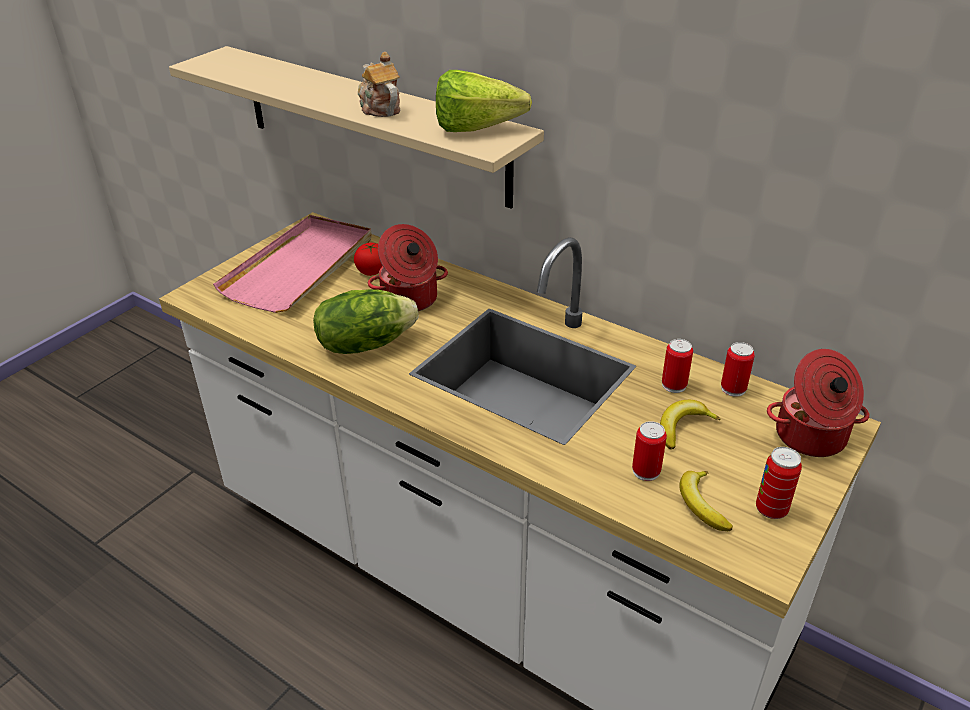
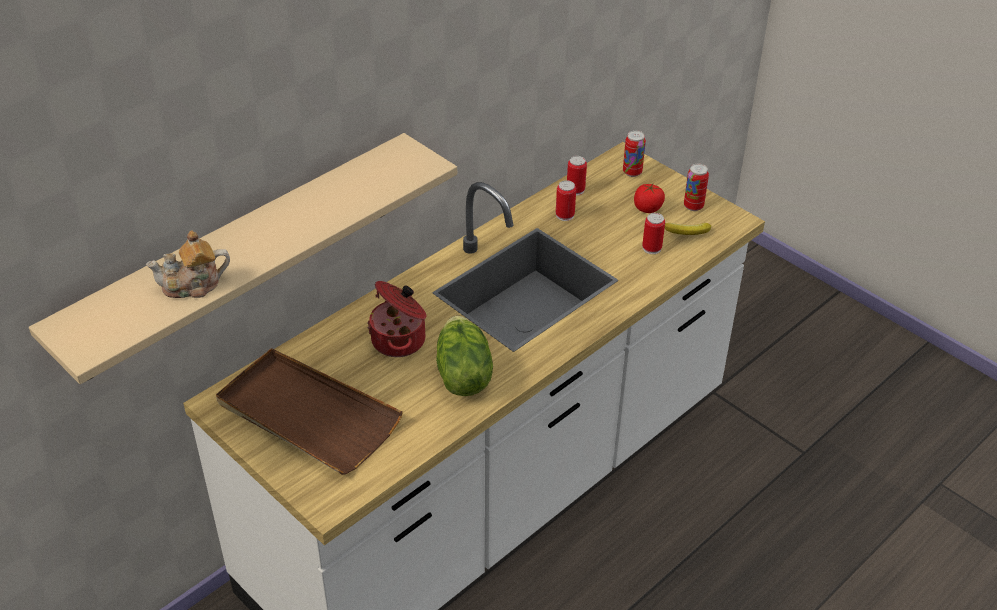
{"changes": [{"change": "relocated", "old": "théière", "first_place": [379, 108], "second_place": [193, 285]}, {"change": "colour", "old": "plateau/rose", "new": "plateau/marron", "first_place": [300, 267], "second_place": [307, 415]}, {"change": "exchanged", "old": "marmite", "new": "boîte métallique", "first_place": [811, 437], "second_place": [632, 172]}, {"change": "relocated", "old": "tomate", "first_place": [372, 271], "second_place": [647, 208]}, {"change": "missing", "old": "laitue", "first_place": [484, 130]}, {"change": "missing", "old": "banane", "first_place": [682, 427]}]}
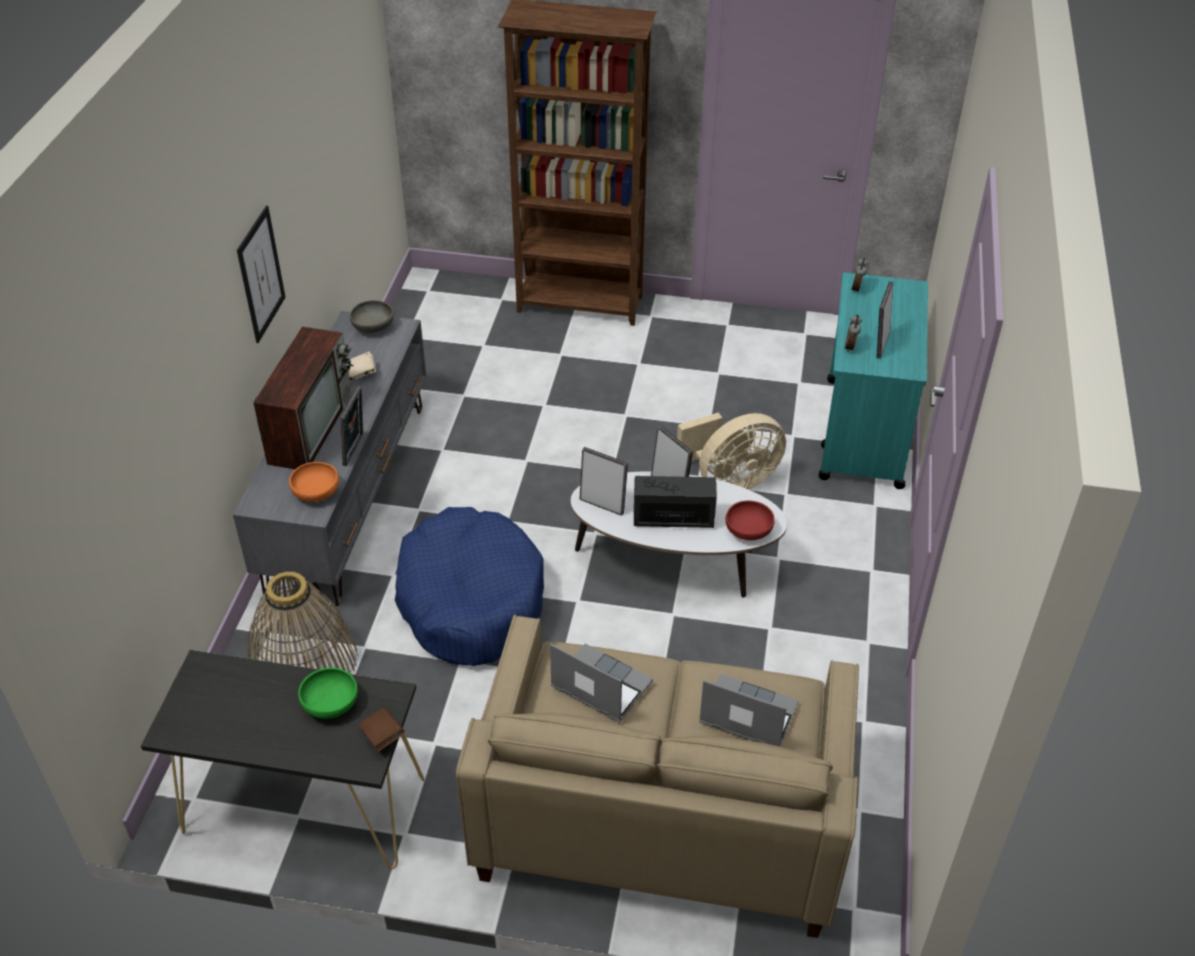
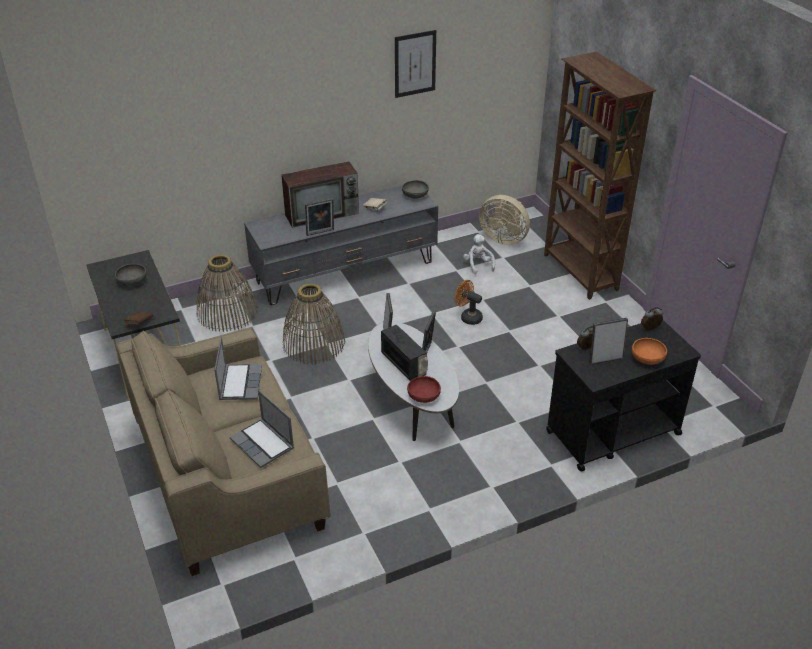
{"changes": [{"change": "appeared", "new": "bol/gris", "second_place": [132, 282]}, {"change": "spun", "old": "ordinateur portable", "first_place": [746, 714], "second_place": [263, 444], "degrees": 150}, {"change": "exchanged", "old": "panier pour chien/bleu", "new": "panier", "first_place": [470, 600], "second_place": [313, 343]}, {"change": "relocated", "old": "tableau", "first_place": [261, 274], "second_place": [415, 64]}, {"change": "appeared", "new": "ventilateur/orange", "second_place": [468, 317]}, {"change": "appeared", "new": "peluche/blanc", "second_place": [478, 265]}, {"change": "relocated", "old": "ventilateur/beige", "first_place": [730, 481], "second_place": [503, 238]}, {"change": "colour", "old": "chariot/turquoise", "new": "chariot/noir", "first_place": [863, 433], "second_place": [612, 433]}, {"change": "relocated", "old": "bol/orange", "first_place": [316, 492], "second_place": [647, 359]}, {"change": "missing", "old": "bol/vert", "first_place": [330, 704]}]}
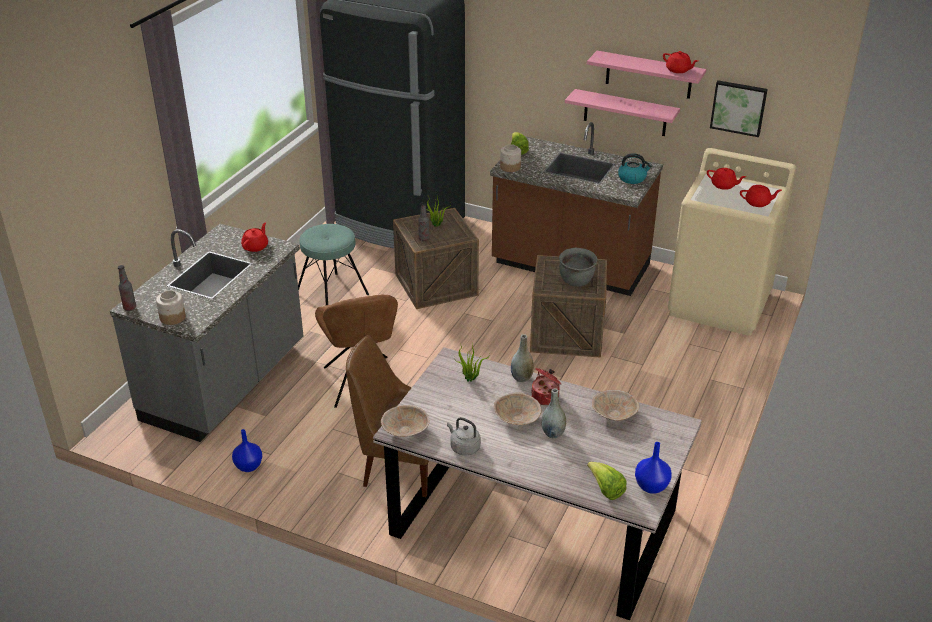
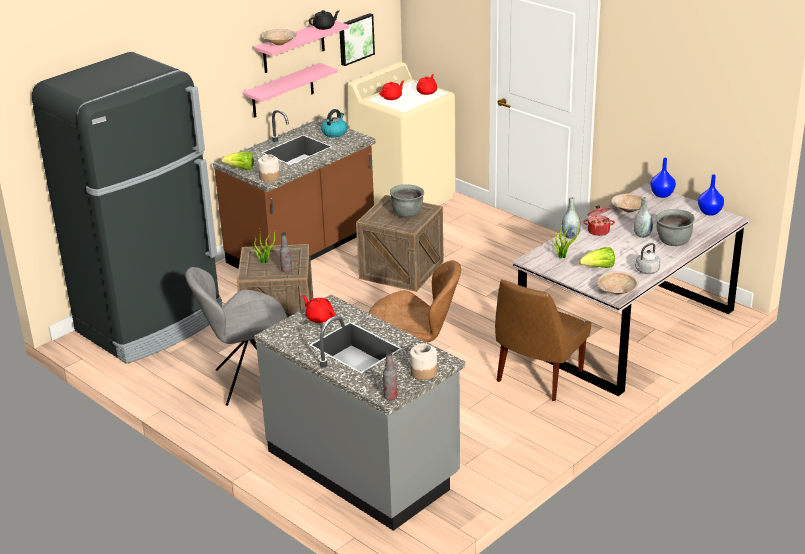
{"changes": [{"change": "exchanged", "old": "tabouret/turquoise", "new": "chaise/gris", "first_place": [332, 294], "second_place": [249, 382]}, {"change": "relocated", "old": "bol/beige", "first_place": [517, 418], "second_place": [280, 43]}, {"change": "colour", "old": "théière/rouge", "new": "théière/noir", "first_place": [678, 70], "second_place": [324, 27]}, {"change": "relocated", "old": "laitue", "first_place": [606, 490], "second_place": [598, 268]}, {"change": "relocated", "old": "vase/bleu", "first_place": [248, 467], "second_place": [662, 195]}, {"change": "appeared", "new": "marmite/gris", "second_place": [673, 242]}]}
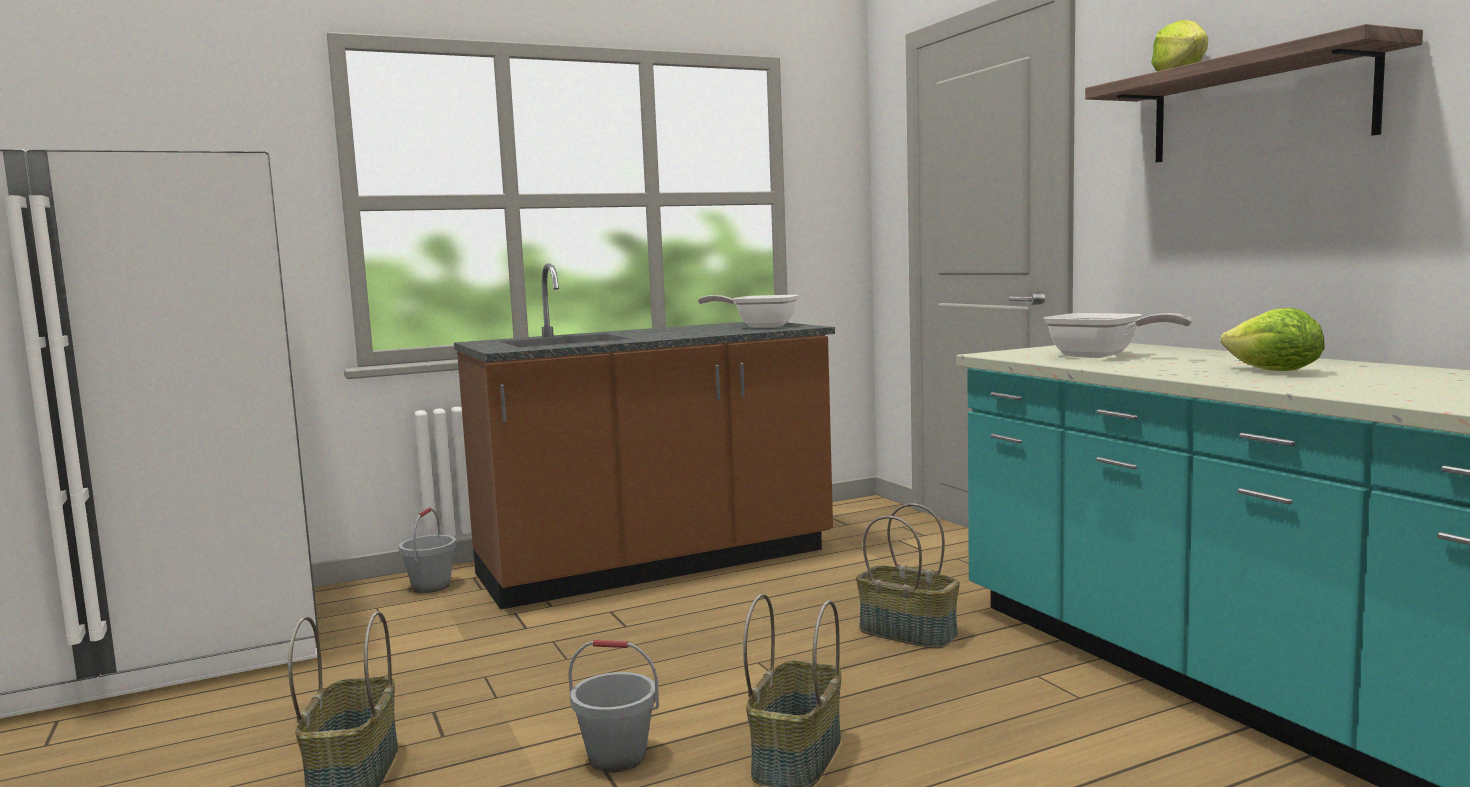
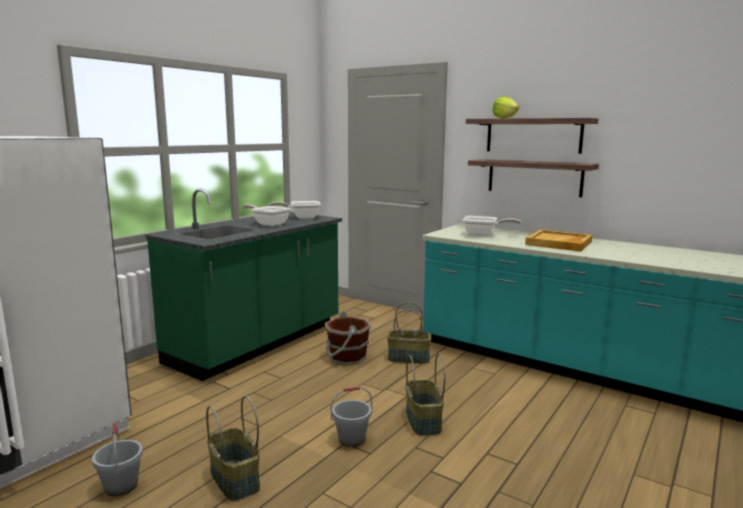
{"changes": [{"change": "relocated", "old": "seau/gris", "first_place": [431, 586], "second_place": [121, 486]}, {"change": "colour", "old": "comptoir de cuisine/marron", "new": "comptoir de cuisine/vert", "first_place": [656, 565], "second_place": [258, 343]}, {"change": "appeared", "new": "poêle", "second_place": [269, 224]}, {"change": "appeared", "new": "seau/marron", "second_place": [347, 357]}, {"change": "appeared", "new": "étagère", "second_place": [534, 177]}, {"change": "exchanged", "old": "laitue", "new": "plateau/beige", "first_place": [1273, 371], "second_place": [559, 243]}]}
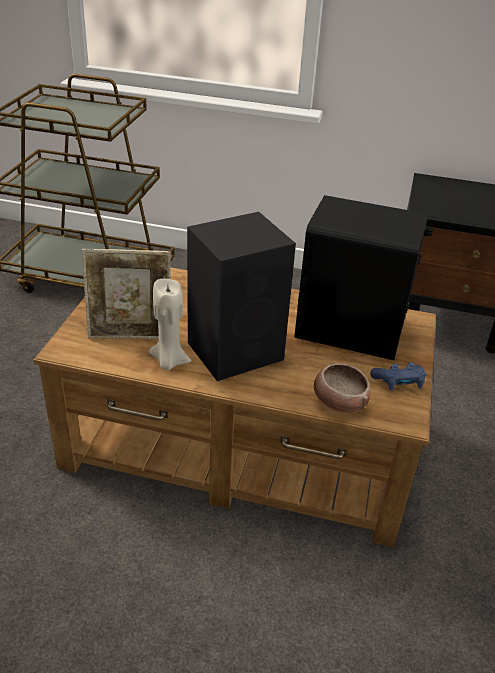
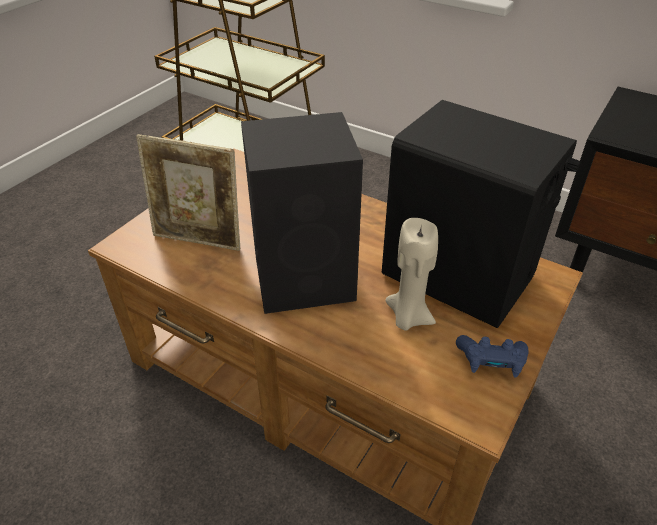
{"changes": [{"change": "relocated", "old": "bougie/beige", "first_place": [169, 361], "second_place": [408, 317]}, {"change": "missing", "old": "bol", "first_place": [339, 402]}]}
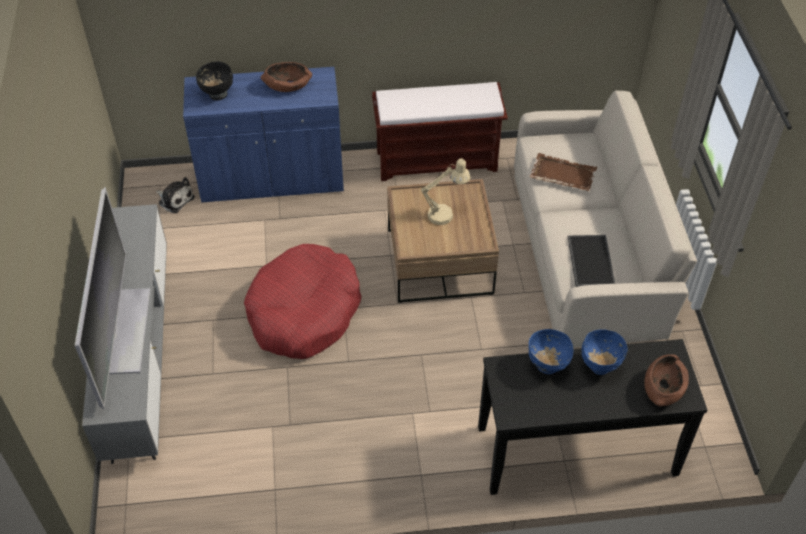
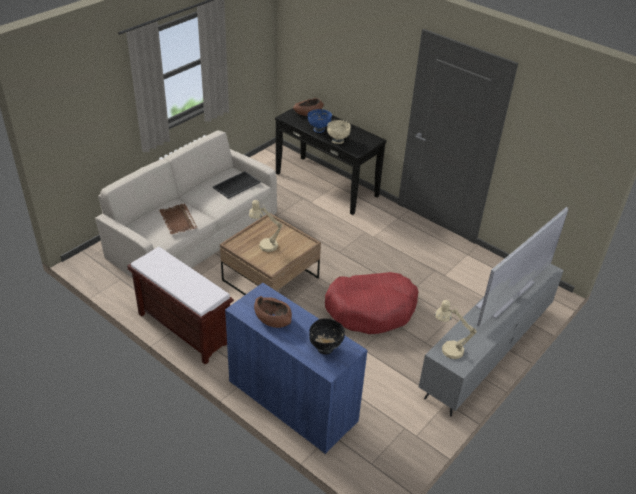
{"changes": [{"change": "colour", "old": "bol/bleu", "new": "bol/beige", "first_place": [547, 366], "second_place": [338, 141]}, {"change": "appeared", "new": "lampe de table/beige", "second_place": [448, 348]}, {"change": "missing", "old": "peluche", "first_place": [175, 199]}]}
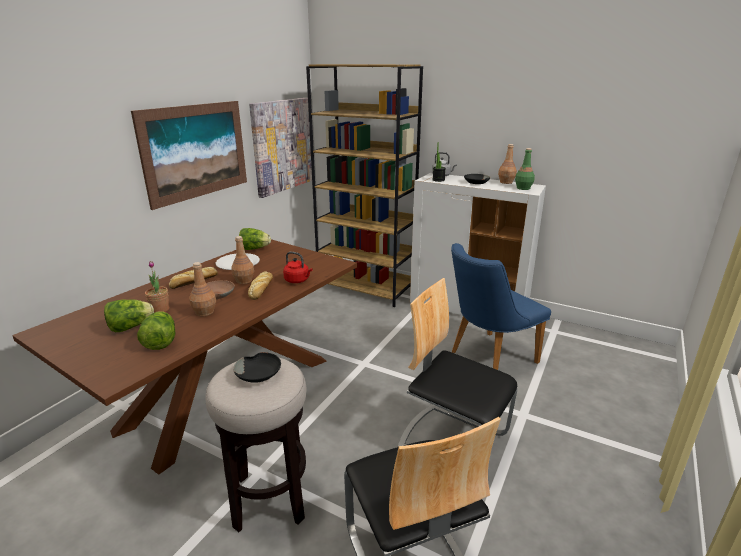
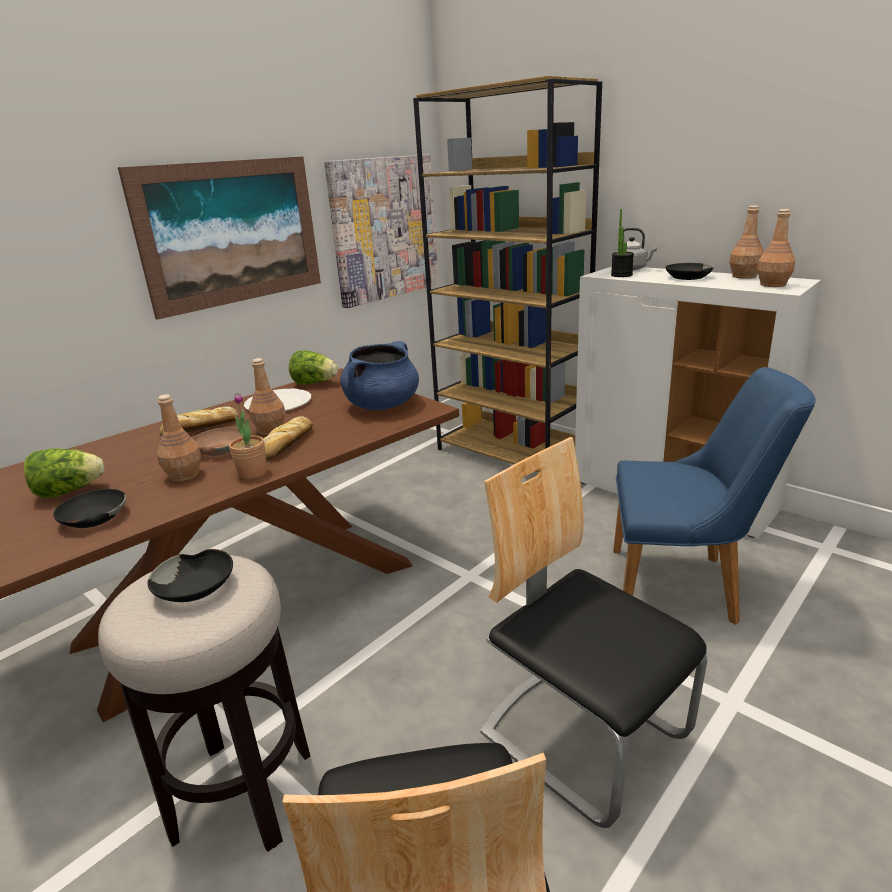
{"changes": [{"change": "exchanged", "old": "laitue", "new": "bol/noir", "first_place": [160, 342], "second_place": [93, 518]}, {"change": "relocated", "old": "plante en pot", "first_place": [160, 309], "second_place": [252, 473]}, {"change": "appeared", "new": "marmite/bleu", "second_place": [382, 405]}, {"change": "spun", "old": "chaise/bleu", "first_place": [487, 358], "second_place": [686, 586], "degrees": -150}, {"change": "colour", "old": "bouteille/vert", "new": "bouteille/marron", "first_place": [523, 188], "second_place": [772, 284]}, {"change": "missing", "old": "bouilloire/rouge", "first_place": [298, 280]}]}
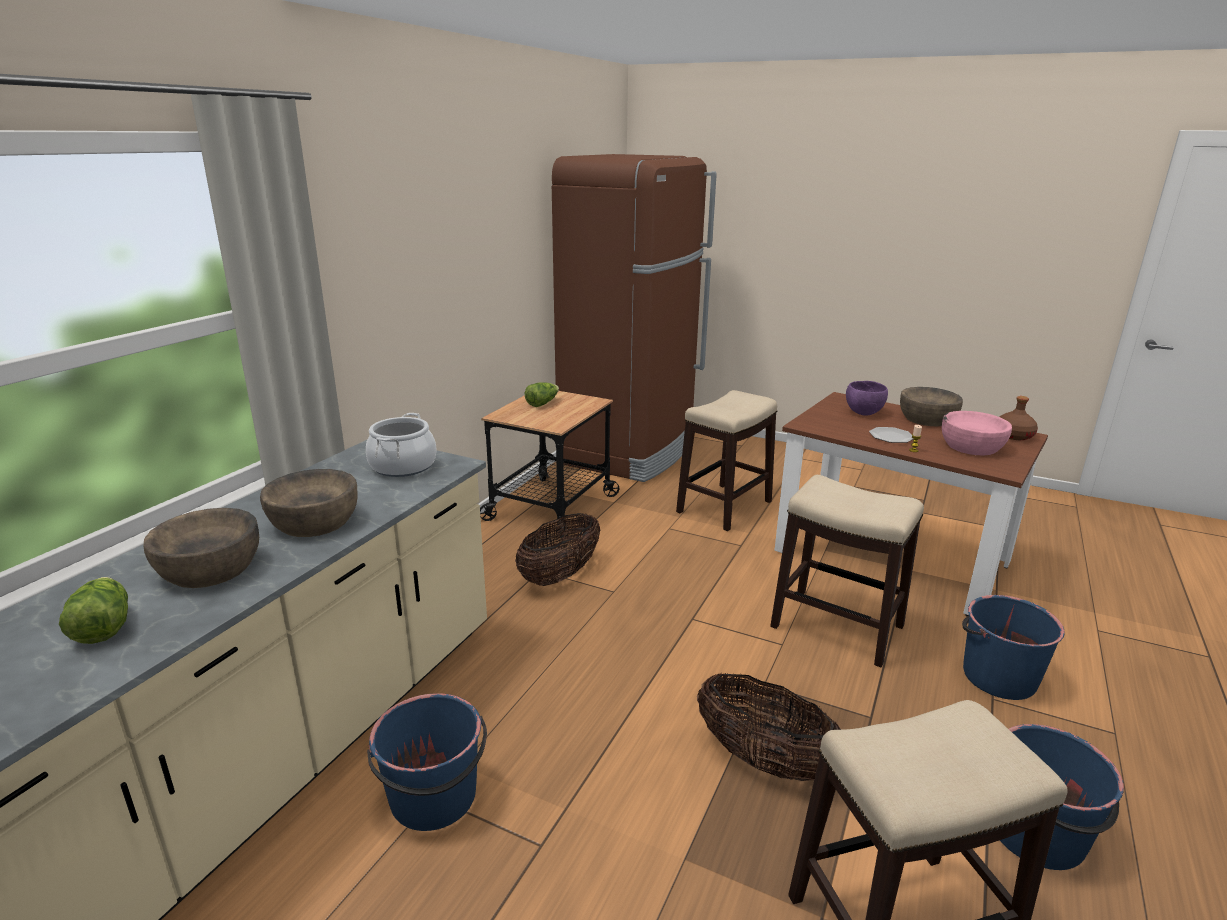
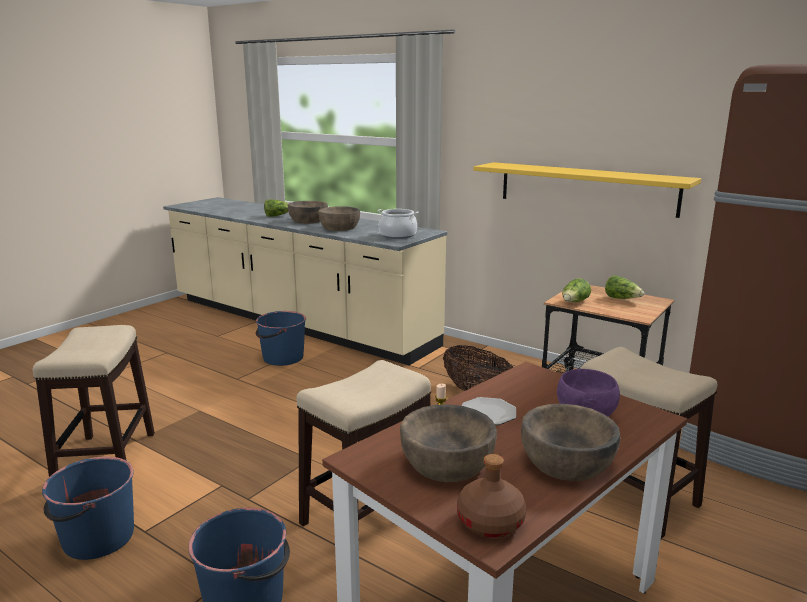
{"changes": [{"change": "colour", "old": "bol/rose", "new": "bol/marron", "first_place": [971, 446], "second_place": [447, 462]}, {"change": "appeared", "new": "étagère/jaune", "second_place": [586, 188]}, {"change": "appeared", "new": "laitue", "second_place": [574, 302]}, {"change": "missing", "old": "panier", "first_place": [763, 760]}]}
